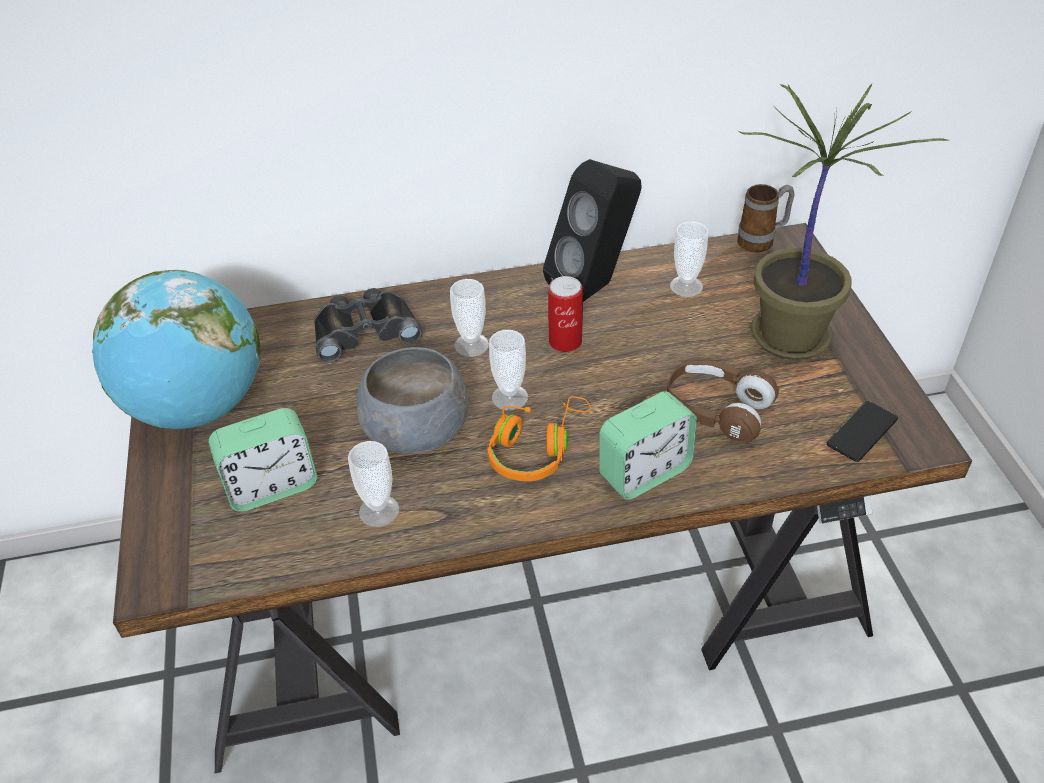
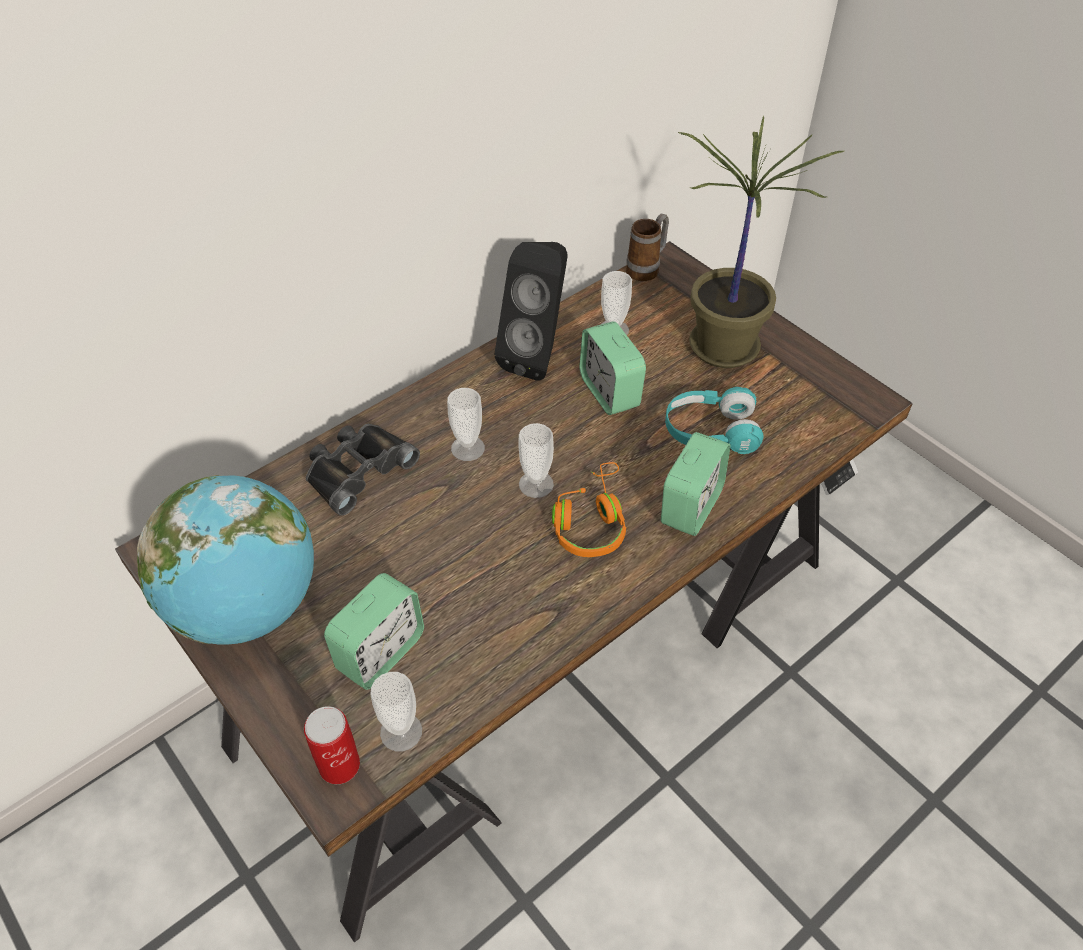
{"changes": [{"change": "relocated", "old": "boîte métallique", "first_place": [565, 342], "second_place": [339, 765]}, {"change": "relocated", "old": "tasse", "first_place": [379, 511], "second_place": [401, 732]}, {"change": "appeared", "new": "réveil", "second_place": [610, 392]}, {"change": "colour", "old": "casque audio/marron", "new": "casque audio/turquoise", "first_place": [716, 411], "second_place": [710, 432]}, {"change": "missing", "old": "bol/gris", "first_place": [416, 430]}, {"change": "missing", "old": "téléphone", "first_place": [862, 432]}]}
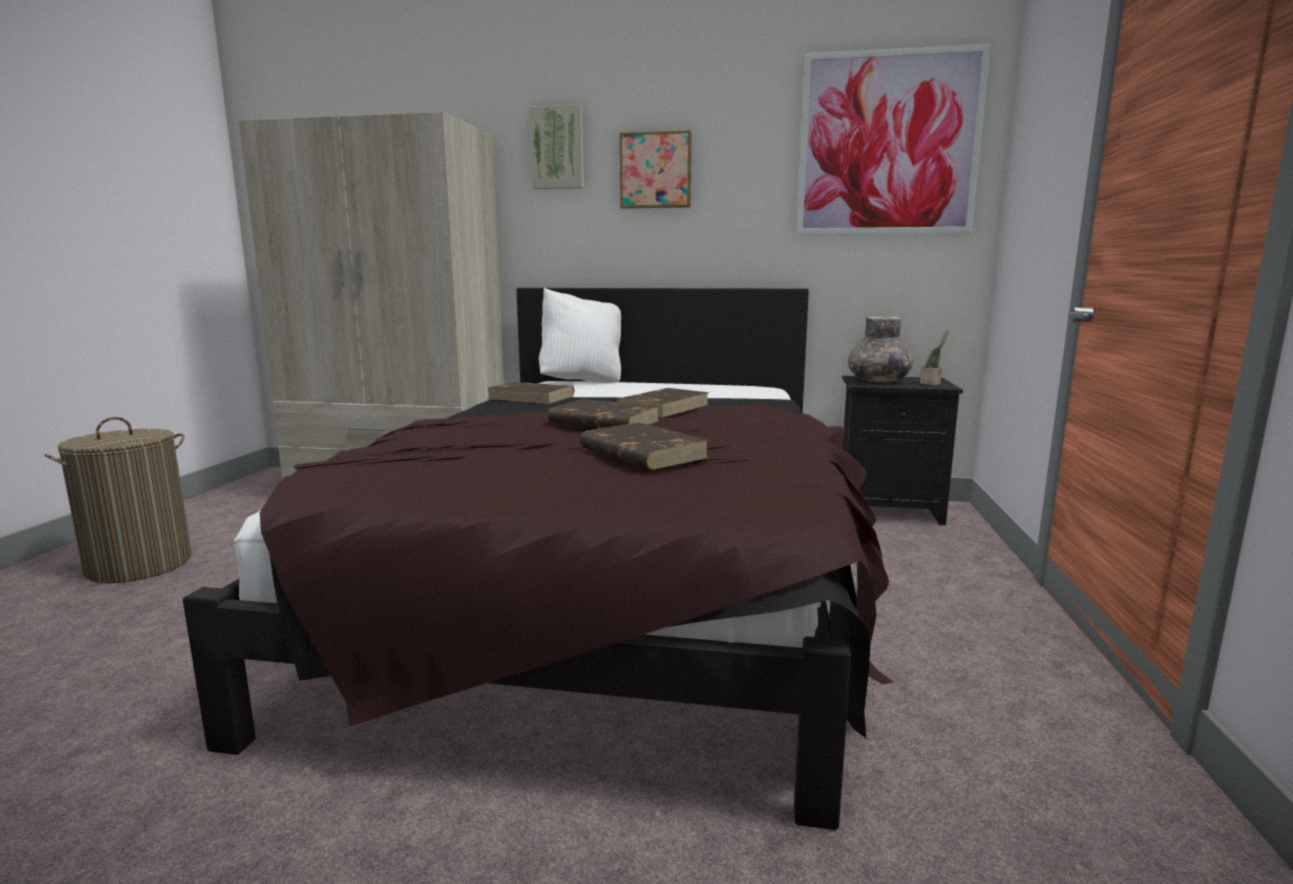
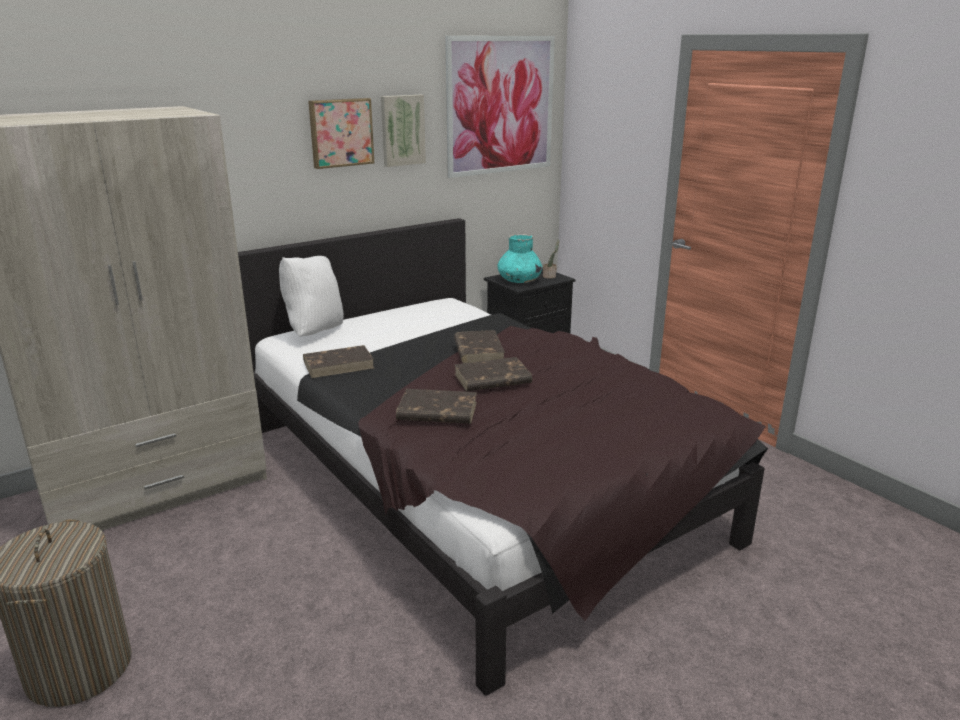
{"changes": [{"change": "relocated", "old": "tableau", "first_place": [558, 148], "second_place": [402, 130]}, {"change": "relocated", "old": "livre/marron", "first_place": [642, 452], "second_place": [436, 411]}, {"change": "colour", "old": "vase/gris", "new": "vase/turquoise", "first_place": [878, 381], "second_place": [519, 281]}]}
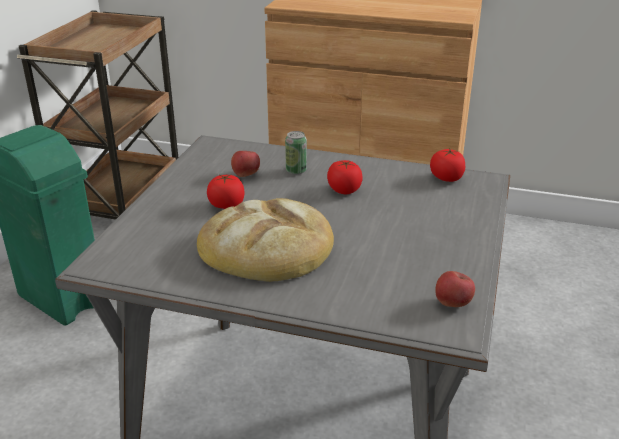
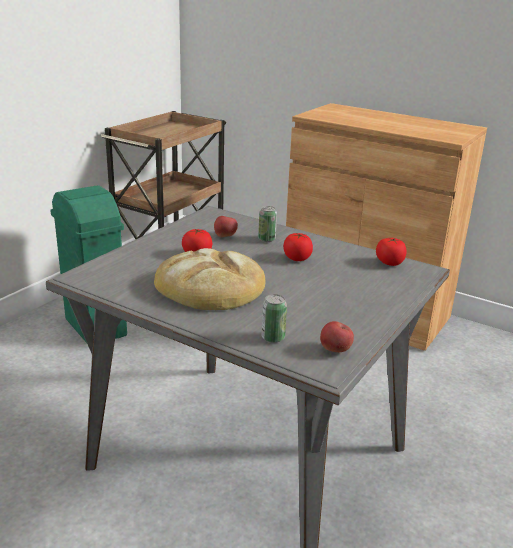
{"changes": [{"change": "appeared", "new": "boîte métallique", "second_place": [273, 338]}]}
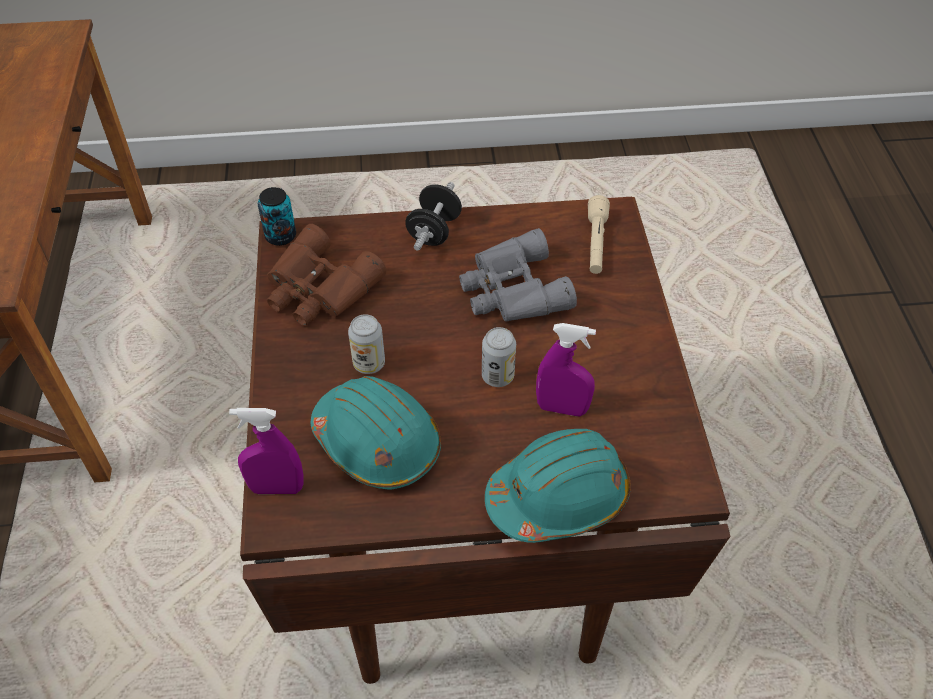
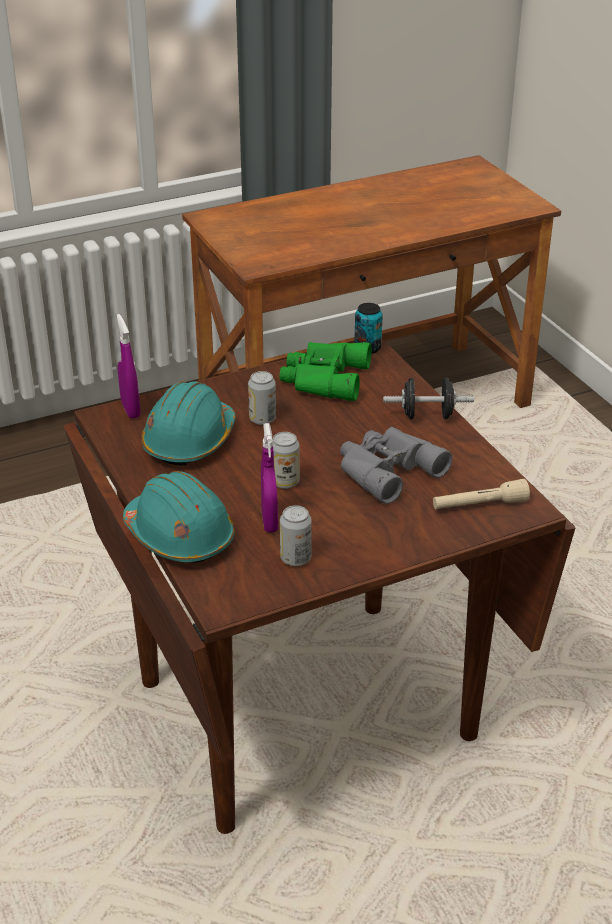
{"changes": [{"change": "colour", "old": "jumelles/marron", "new": "jumelles/vert", "first_place": [318, 289], "second_place": [323, 379]}, {"change": "appeared", "new": "boîte métallique", "second_place": [295, 558]}]}
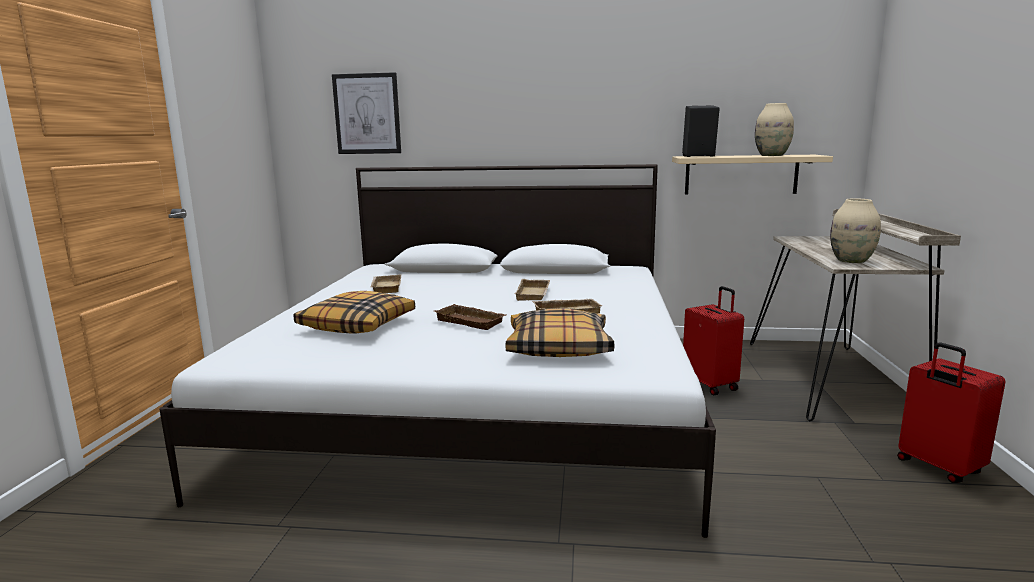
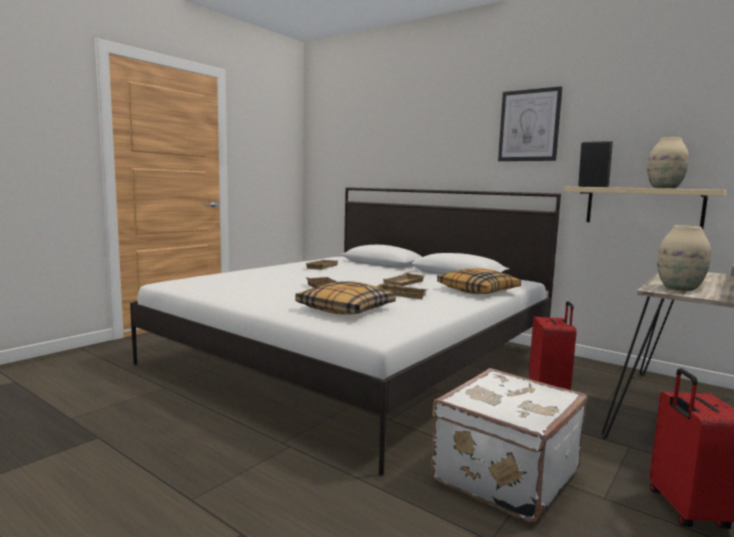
{"changes": [{"change": "appeared", "new": "valise/blanc", "second_place": [502, 474]}, {"change": "relocated", "old": "coussin", "first_place": [358, 325], "second_place": [478, 290]}, {"change": "relocated", "old": "tableau", "first_place": [367, 114], "second_place": [529, 125]}]}
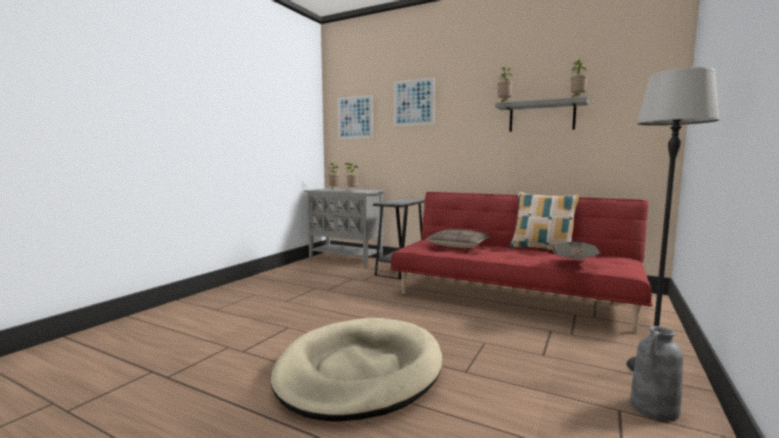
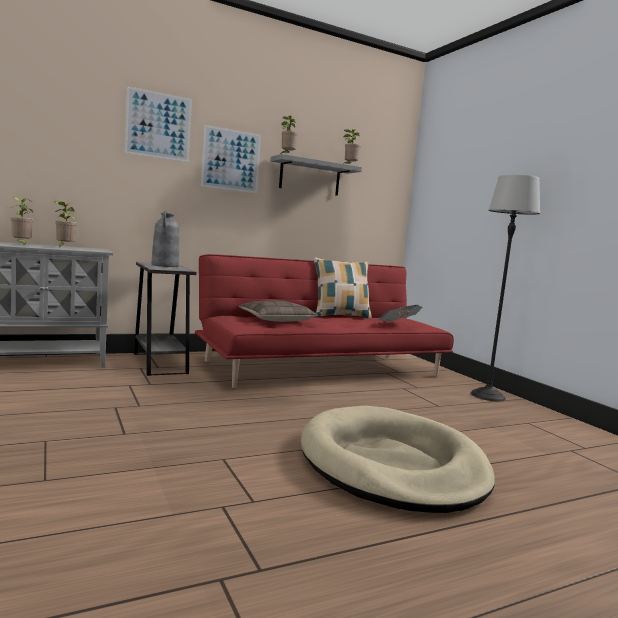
{"changes": [{"change": "relocated", "old": "vase/gris", "first_place": [654, 409], "second_place": [165, 265]}, {"change": "relocated", "old": "tableau", "first_place": [355, 117], "second_place": [231, 160]}]}
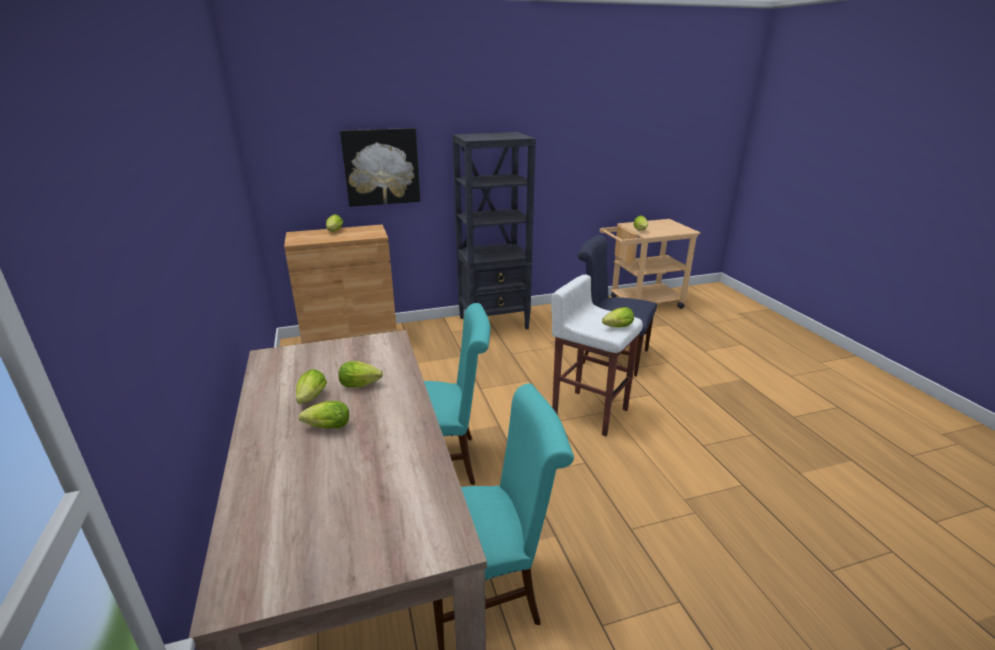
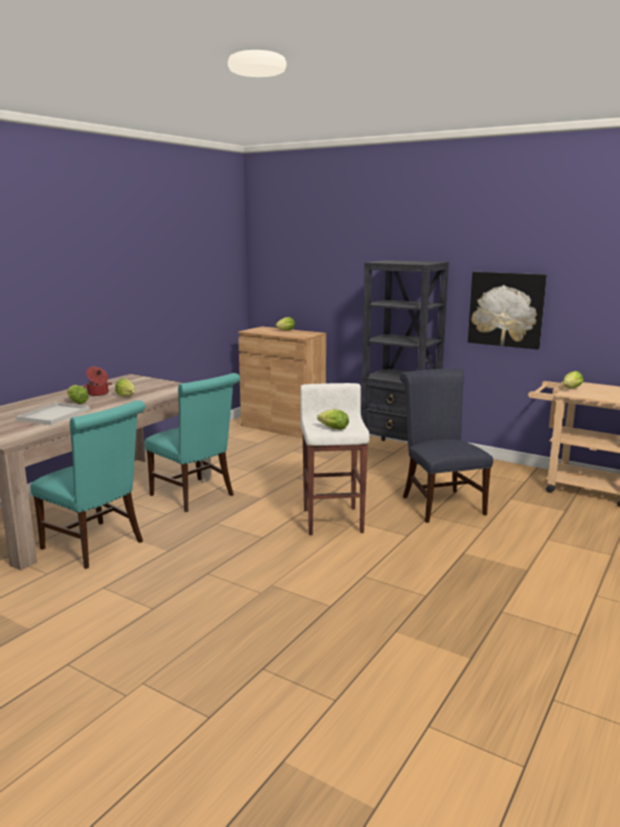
{"changes": [{"change": "appeared", "new": "plateau/blanc", "second_place": [54, 414]}, {"change": "exchanged", "old": "laitue", "new": "marmite", "first_place": [311, 400], "second_place": [98, 394]}, {"change": "relocated", "old": "tableau", "first_place": [381, 167], "second_place": [506, 309]}]}
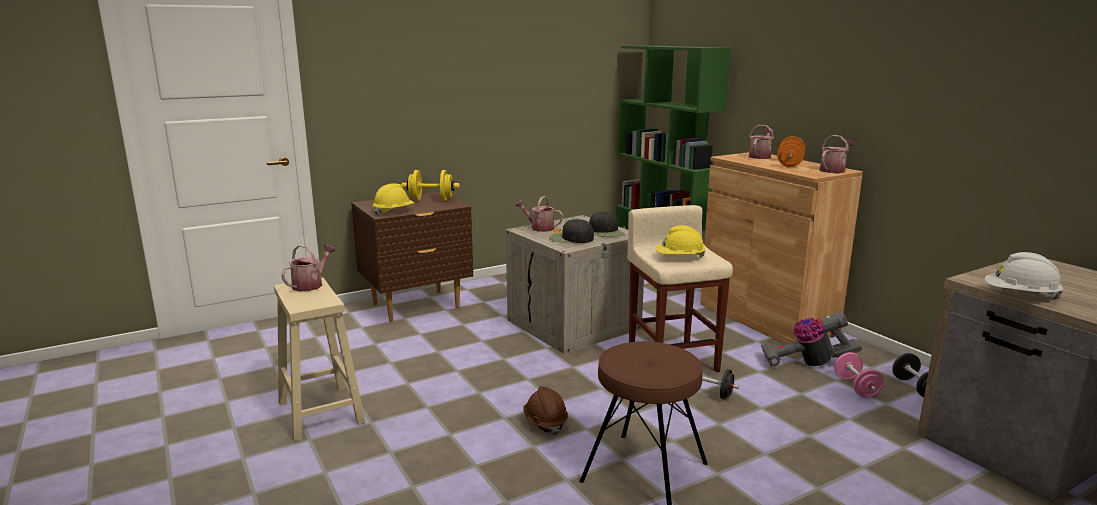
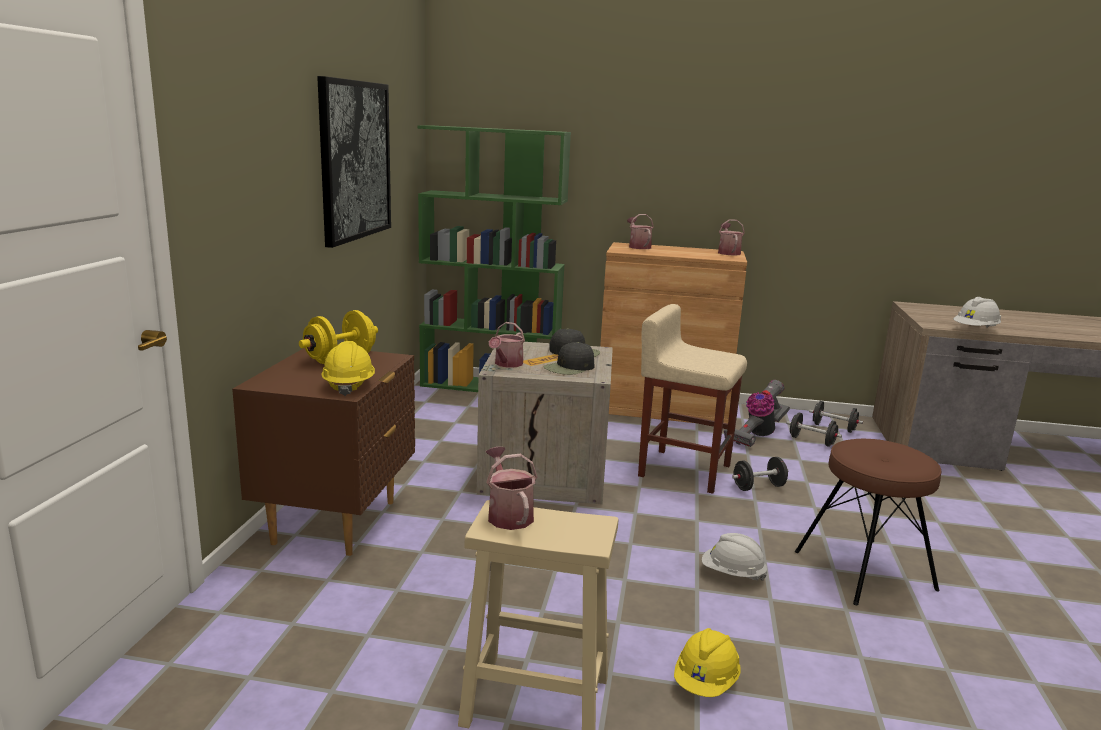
{"changes": [{"change": "appeared", "new": "tableau", "second_place": [355, 160]}, {"change": "spun", "old": "arrosoir", "first_place": [539, 228], "second_place": [507, 364], "degrees": -45}, {"change": "relocated", "old": "casque de chantier/jaune", "first_place": [680, 258], "second_place": [706, 682]}, {"change": "colour", "old": "casque de chantier/marron", "new": "casque de chantier/blanc", "first_place": [545, 423], "second_place": [732, 574]}, {"change": "colour", "old": "haltère/rose", "new": "haltère/noir", "first_place": [856, 387], "second_place": [811, 441]}, {"change": "missing", "old": "haltère/orange", "first_place": [790, 164]}]}
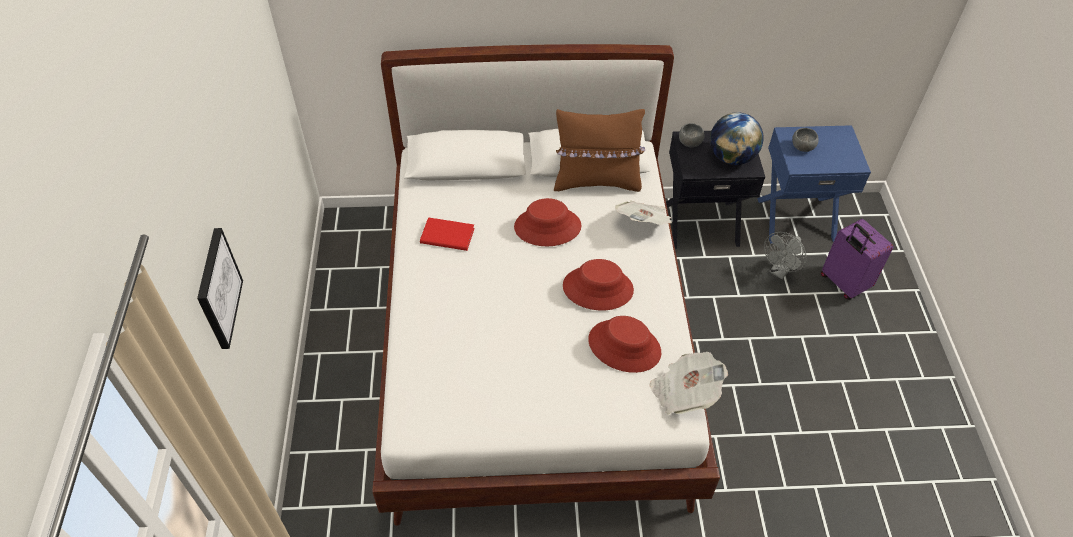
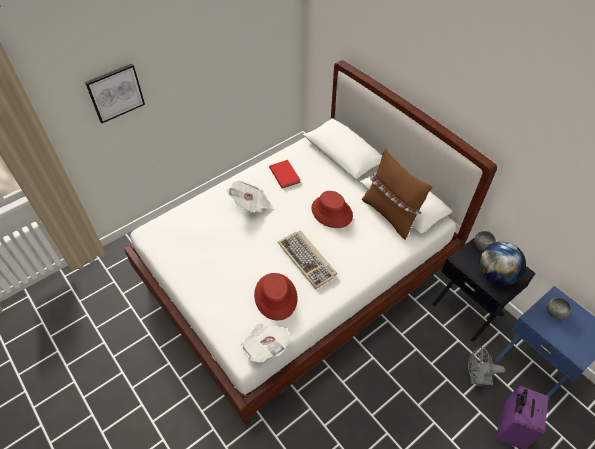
{"changes": [{"change": "relocated", "old": "journal", "first_place": [644, 223], "second_place": [251, 205]}, {"change": "exchanged", "old": "chapeau/rouge", "new": "clavier", "first_place": [598, 288], "second_place": [307, 260]}]}
